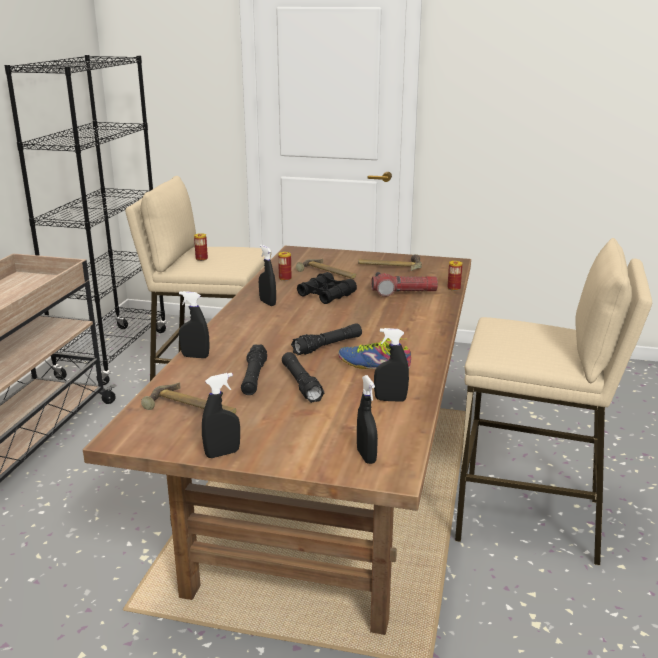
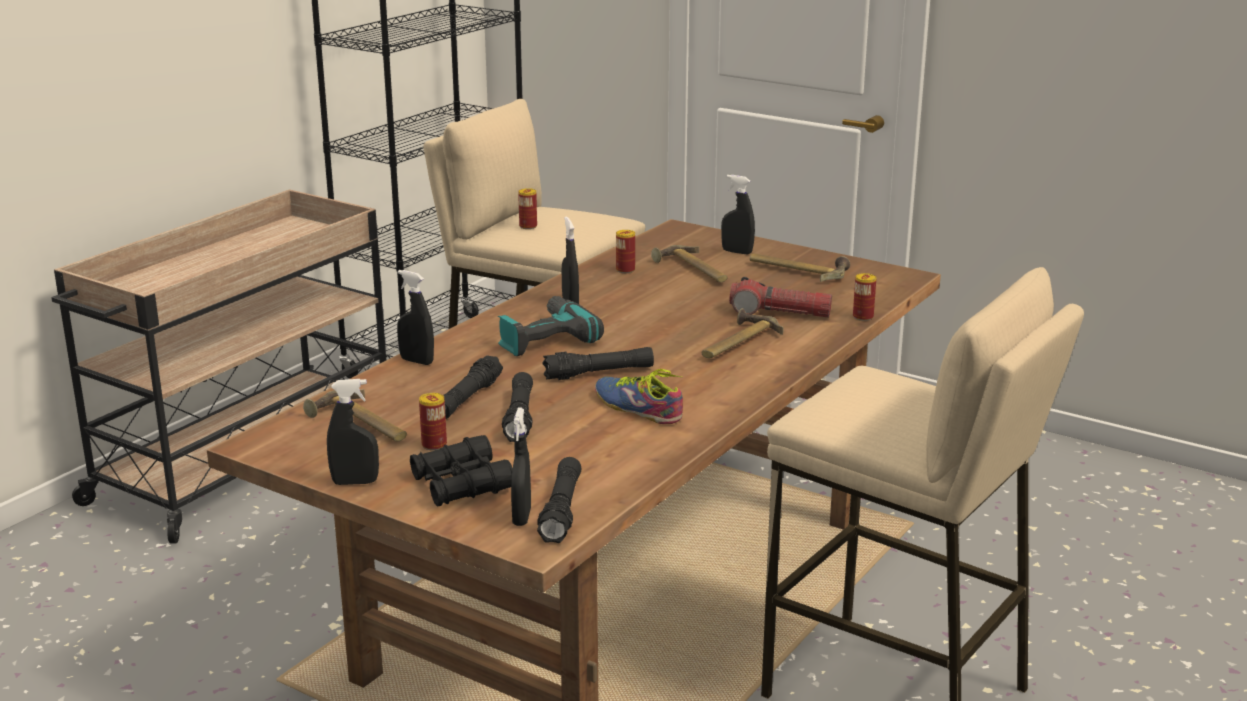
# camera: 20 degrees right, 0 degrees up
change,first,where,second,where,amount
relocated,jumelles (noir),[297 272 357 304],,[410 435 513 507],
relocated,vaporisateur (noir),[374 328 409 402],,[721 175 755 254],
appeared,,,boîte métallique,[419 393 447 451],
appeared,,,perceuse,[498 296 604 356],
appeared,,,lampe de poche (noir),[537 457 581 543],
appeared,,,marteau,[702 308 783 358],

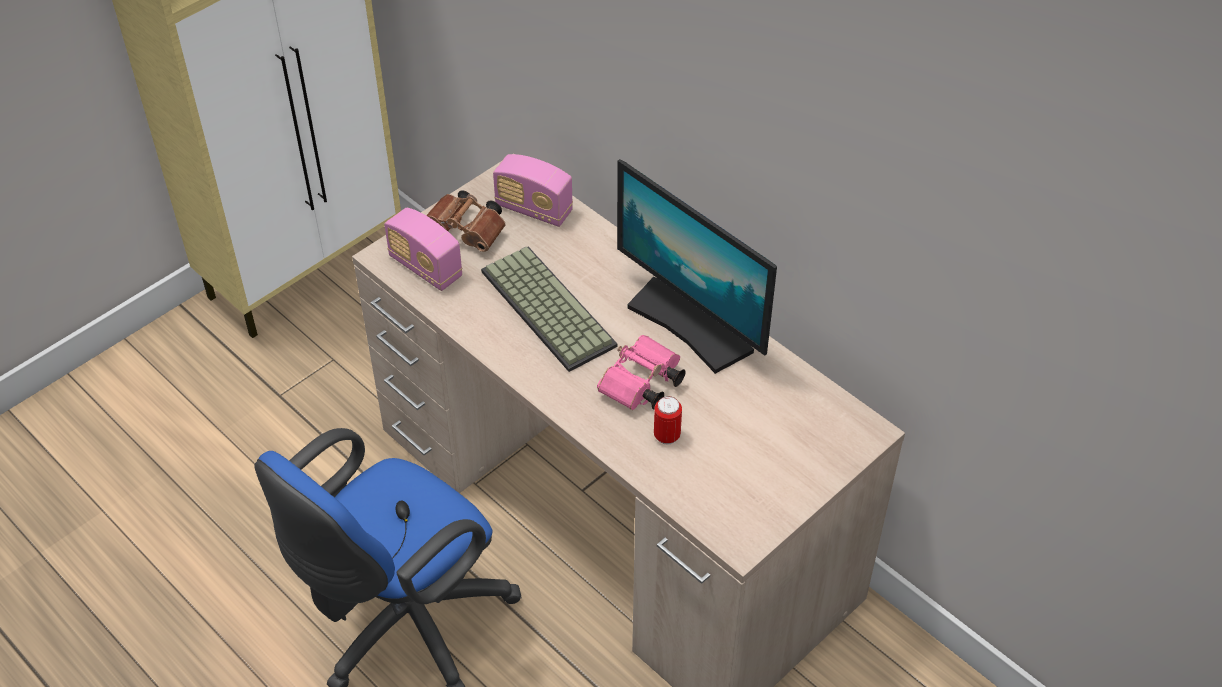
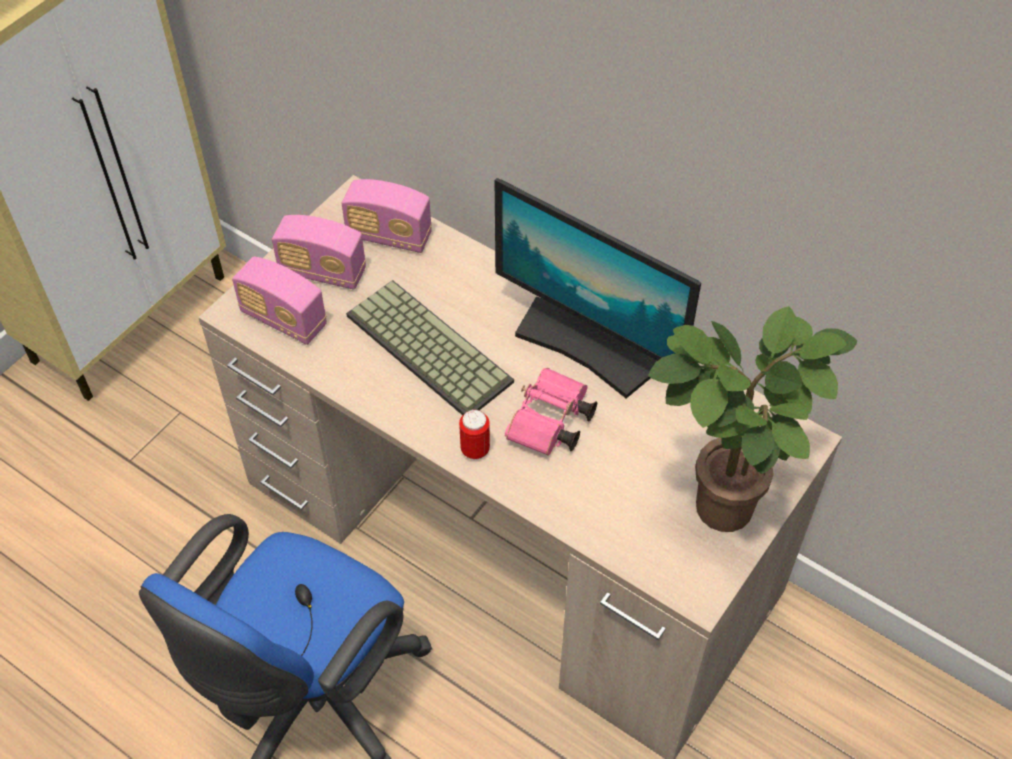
# camera: 10 degrees left, 5 degrees up
change,first,where,second,where,amount
exchanged,jumelles (marron),[426 190 506 252],radio,[272 215 366 290],
relocated,boîte métallique,[654 396 682 445],,[459 409 490 460],
appeared,,,plante en pot,[648 306 857 532],

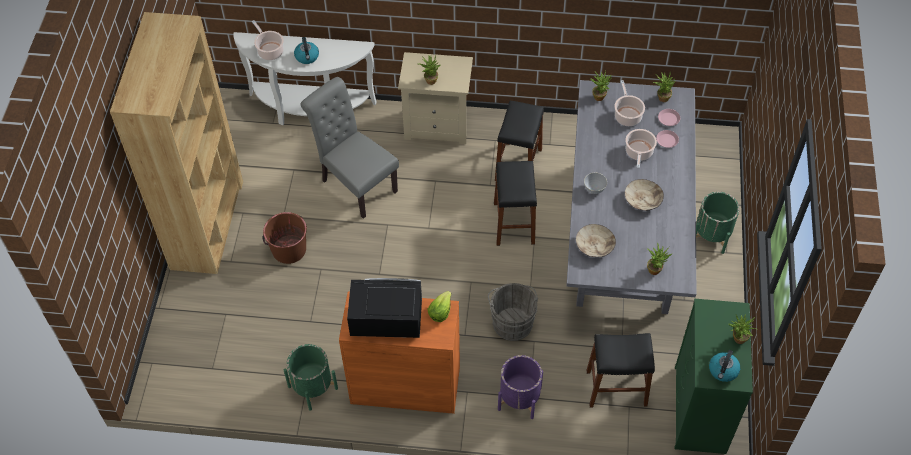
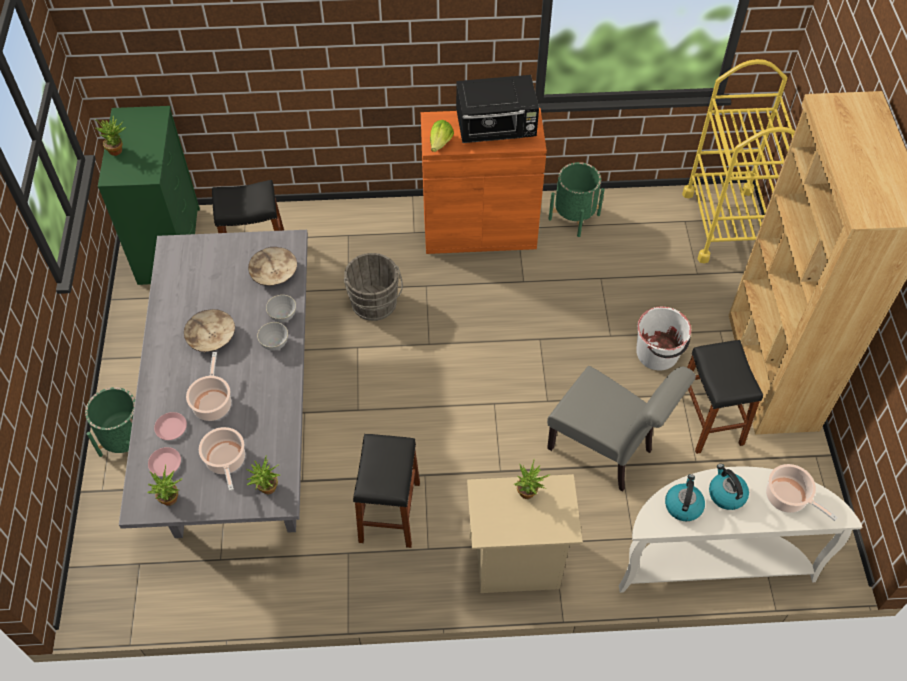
# camera: 170 degrees right, 0 degrees up
change,first,where,second,where,amount
colour,seau (marron),[263 212 307 264],seau (blanc),[636 307 691 370],
relocated,tabouret (noir),[494 161 537 246],,[687 340 763 454],
missing,cache-pot (violet),[498 355 543 419],,,
missing,plante en pot,[647 243 672 275],,,
relocated,bouilloire,[709 350 740 382],,[665 474 705 521],
appeared,,,bol (gris),[266 295 296 322],
appeared,,,chariot (jaune),[682 59 795 263],

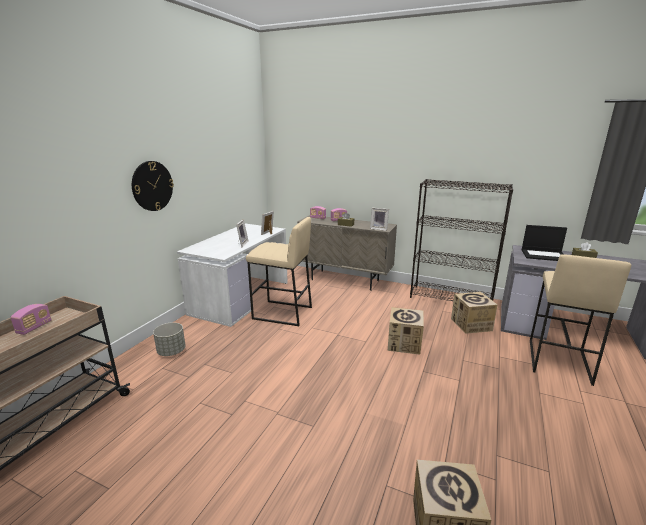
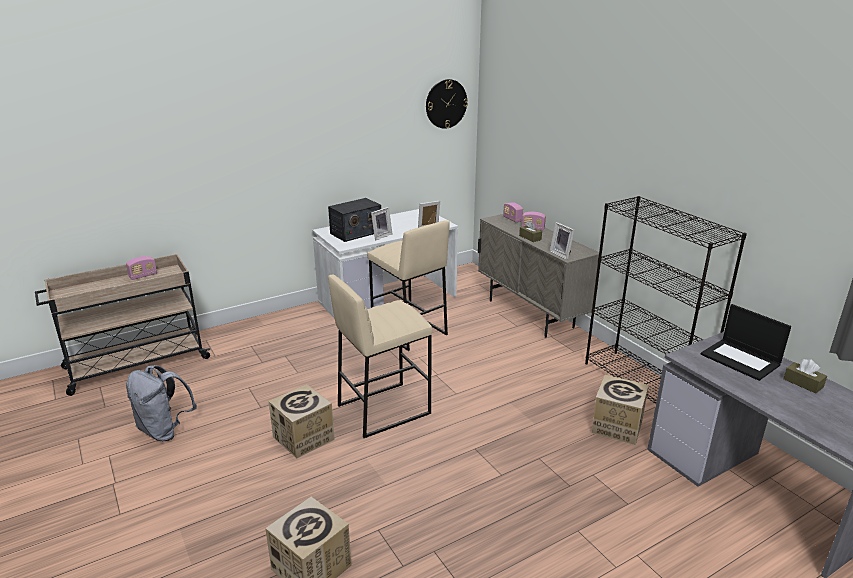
# camera: 35 degrees right, 5 degrees up
change,first,where,second,where,amount
relocated,horloge murale,[132 161 174 211],,[426 79 468 129],
missing,cache-pot (gris),[153 322 186 356],,,
relocated,carton,[388 307 424 355],,[268 384 335 458],
relocated,tabouret (beige),[530 254 631 386],,[328 275 433 438],
appeared,,,sac à dos (gris),[126 365 197 441],
appeared,,,radio,[328 198 381 242],

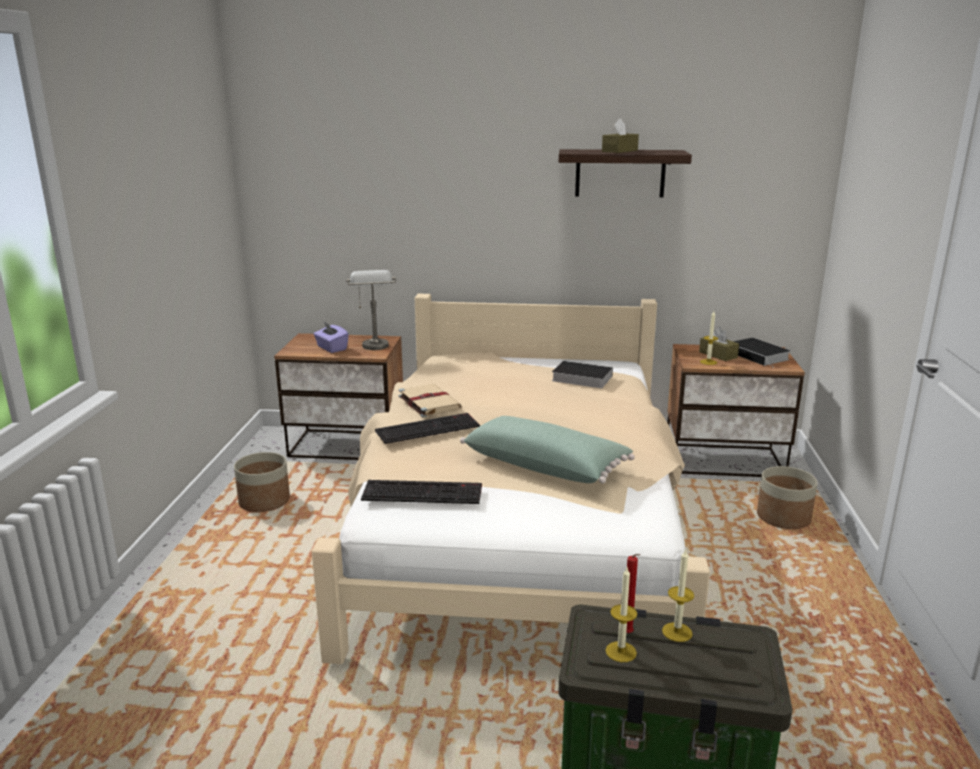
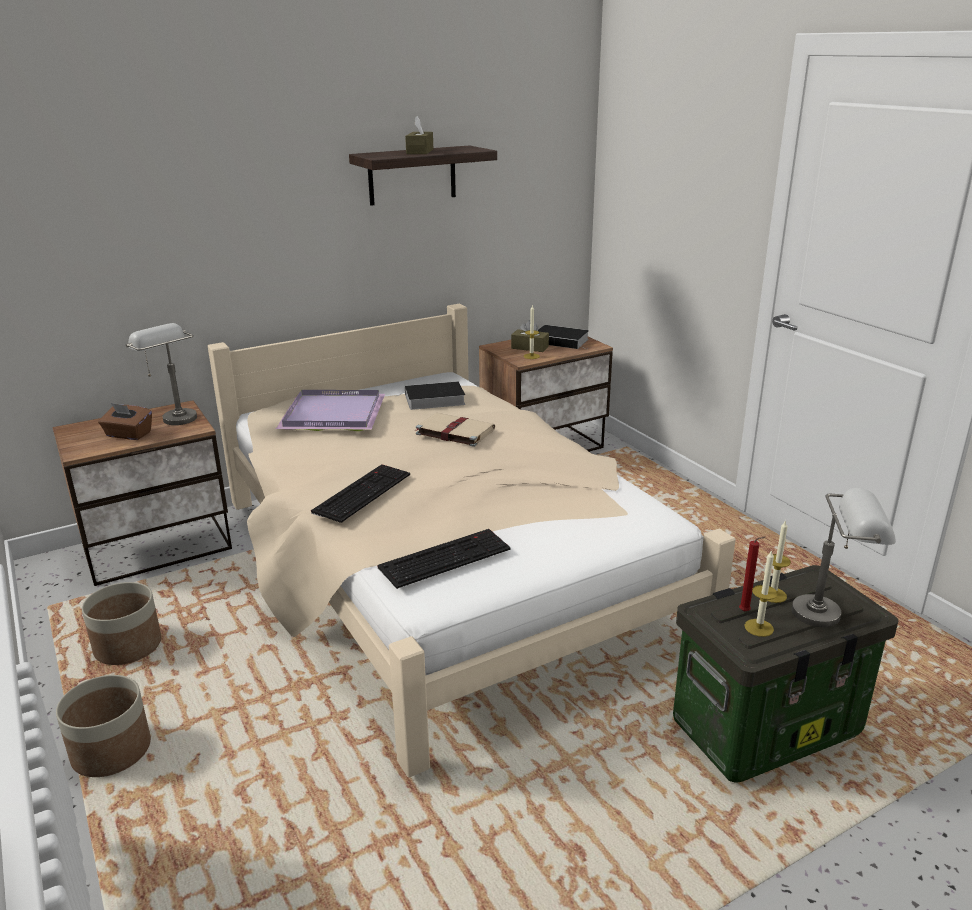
# camera: 35 degrees left, 5 degrees up
change,first,where,second,where,amount
colour,boîte à mouchoirs (violet),[314 322 349 353],boîte à mouchoirs (marron),[98 403 152 440],
relocated,livre (beige),[399 384 462 417],,[416 413 495 447],
missing,coussin (vert),[460 416 635 483],,,
relocated,cache-pot,[757 466 818 529],,[56 675 151 777],
appeared,,,plateau (violet),[276 390 385 431],
appeared,,,lampe de table (gris),[792 488 896 627],

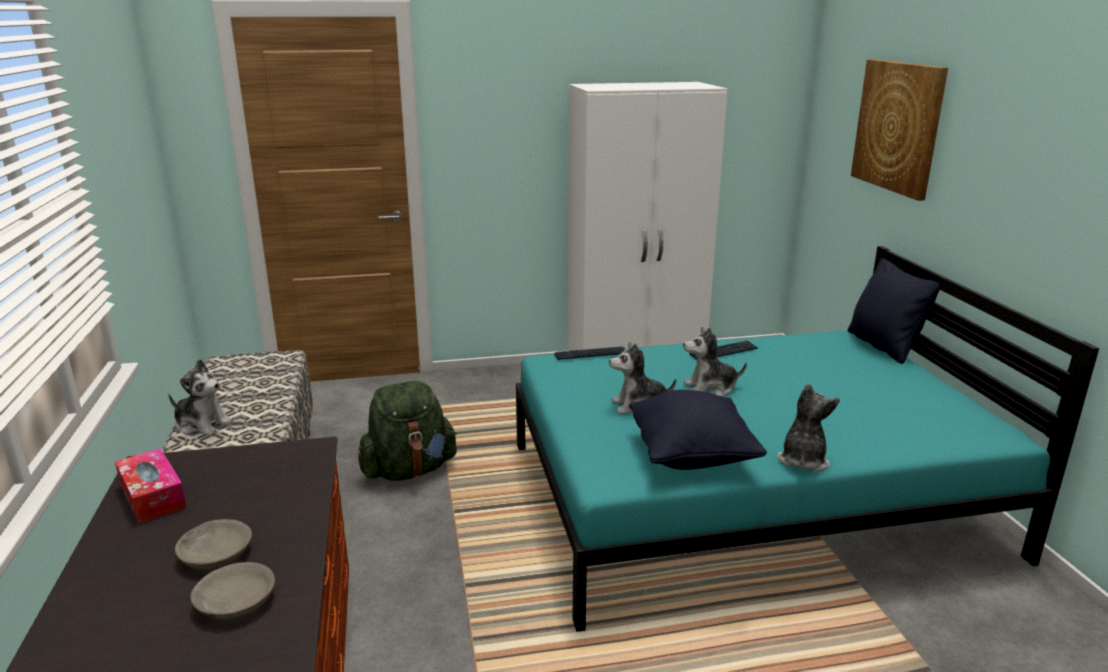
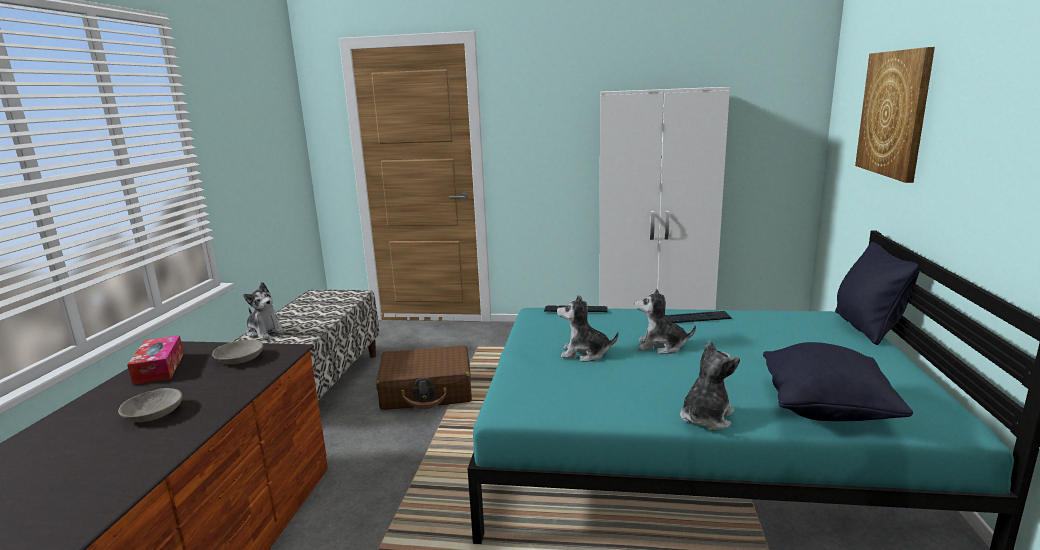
# camera: 20 degrees right, 5 degrees down
change,first,where,second,where,amount
relocated,bol (gris),[190 562 275 619],,[212 340 263 364],
exchanged,sac à dos (vert),[358 381 457 481],valise (marron),[376 345 472 410],
relocated,coussin (noir),[629 390 767 470],,[763 342 913 421],

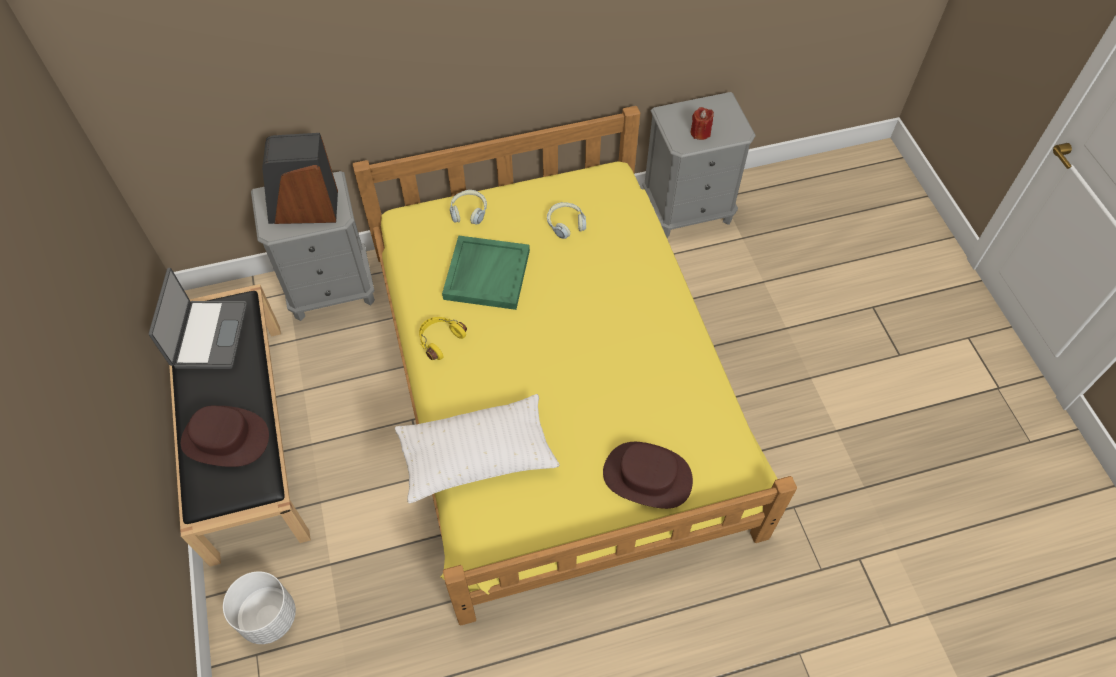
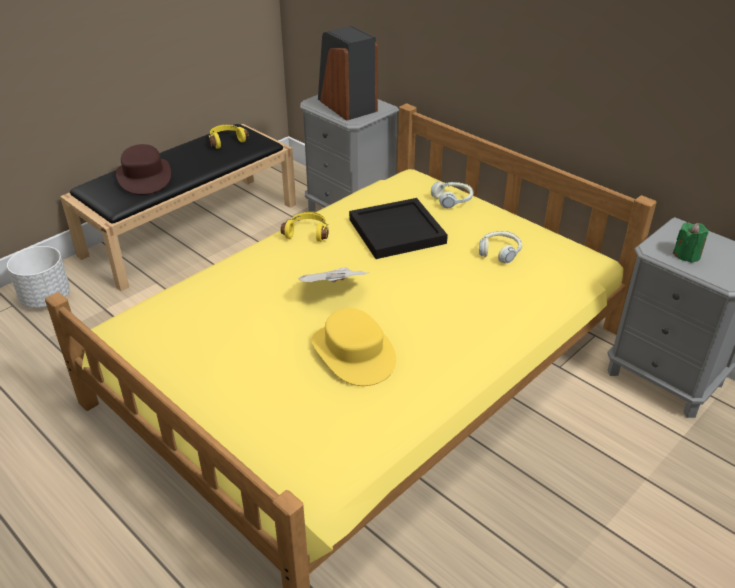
# camera: 60 degrees right, 20 degrees down
change,first,where,second,where,amount
exchanged,ordinateur portable,[149 268 247 369],casque audio (jaune),[209 125 249 149],
missing,coussin (blanc),[395 394 560 504],,,
colour,plateau (vert),[442 235 530 310],plateau (noir),[349 198 448 259],
missing,chapeau (marron),[603 442 693 509],,,
colour,bougie (rouge),[691 107 714 140],bougie (vert),[673 223 709 263],
appeared,,,journal,[298 267 369 282],
appeared,,,chapeau (jaune),[312 308 396 386],

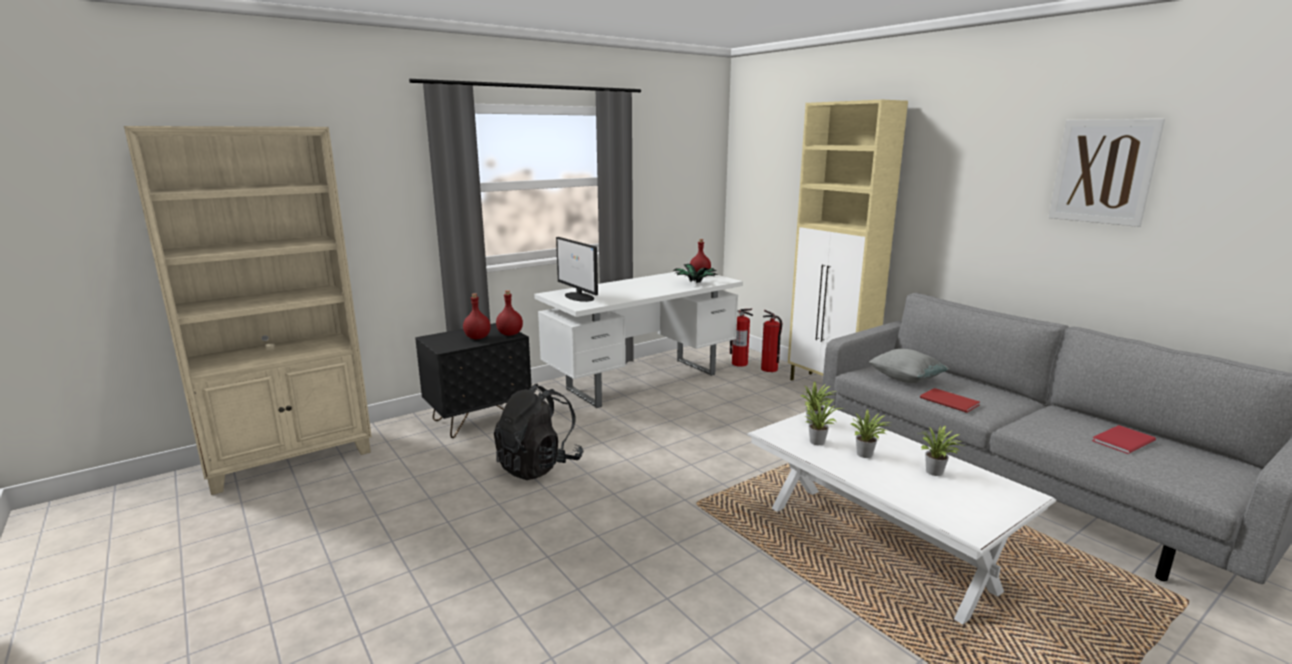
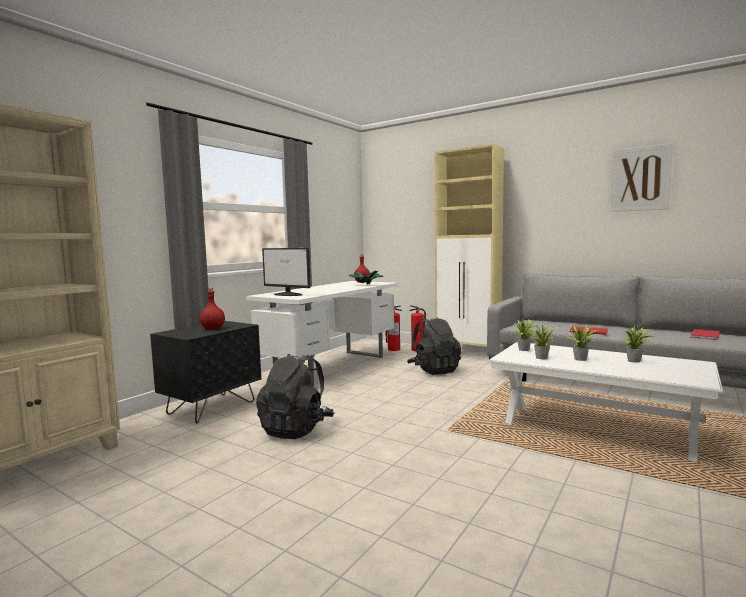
# camera: 20 degrees left, 10 degrees down
change,first,where,second,where,amount
missing,bouteille (rouge),[496 290 523 336],,,
missing,coussin (gris),[868 349 949 383],,,
appeared,,,sac à dos (noir),[407 317 461 375],

